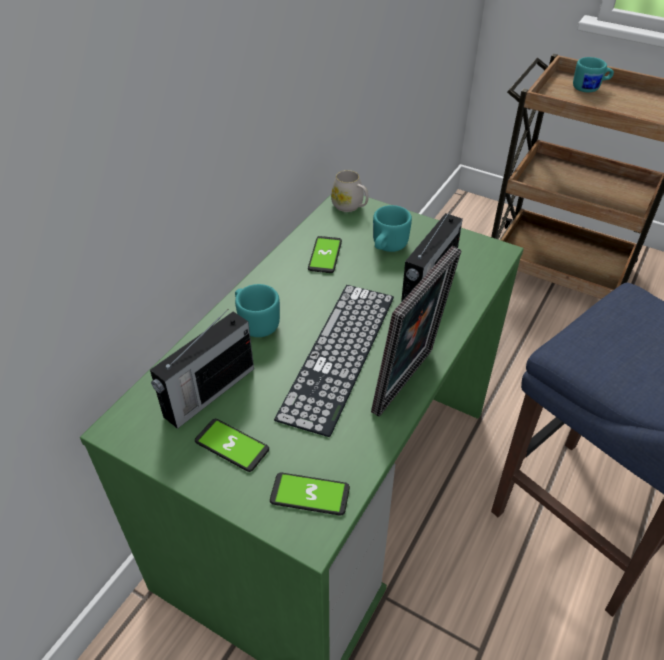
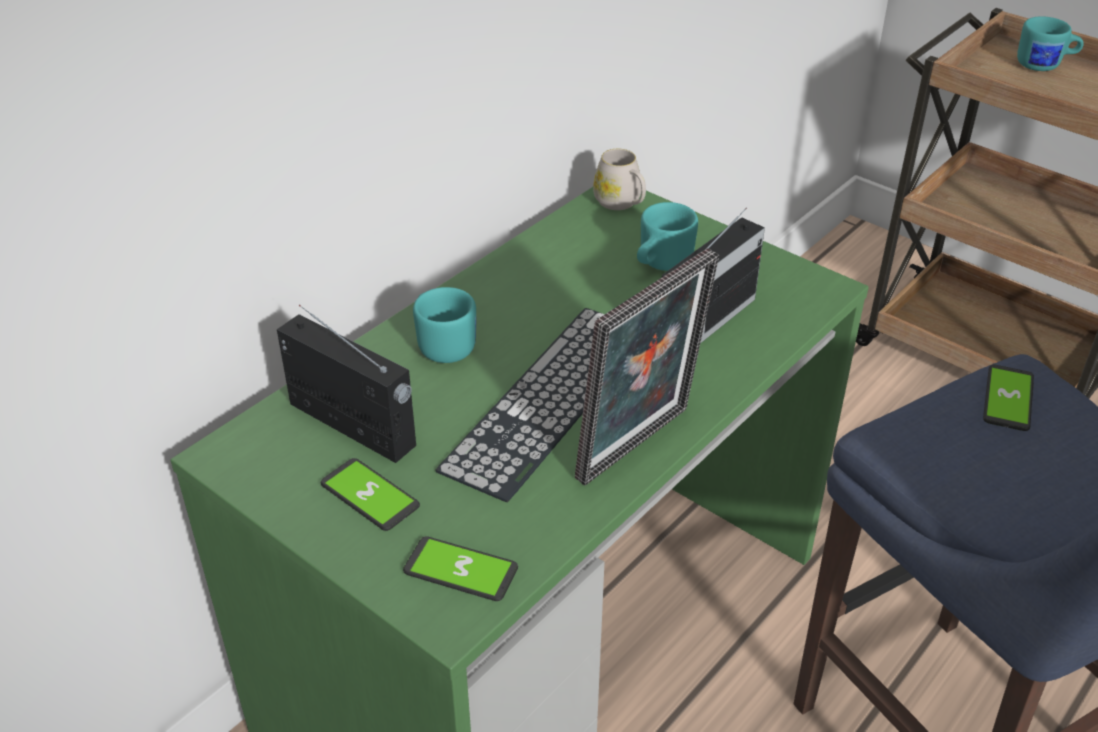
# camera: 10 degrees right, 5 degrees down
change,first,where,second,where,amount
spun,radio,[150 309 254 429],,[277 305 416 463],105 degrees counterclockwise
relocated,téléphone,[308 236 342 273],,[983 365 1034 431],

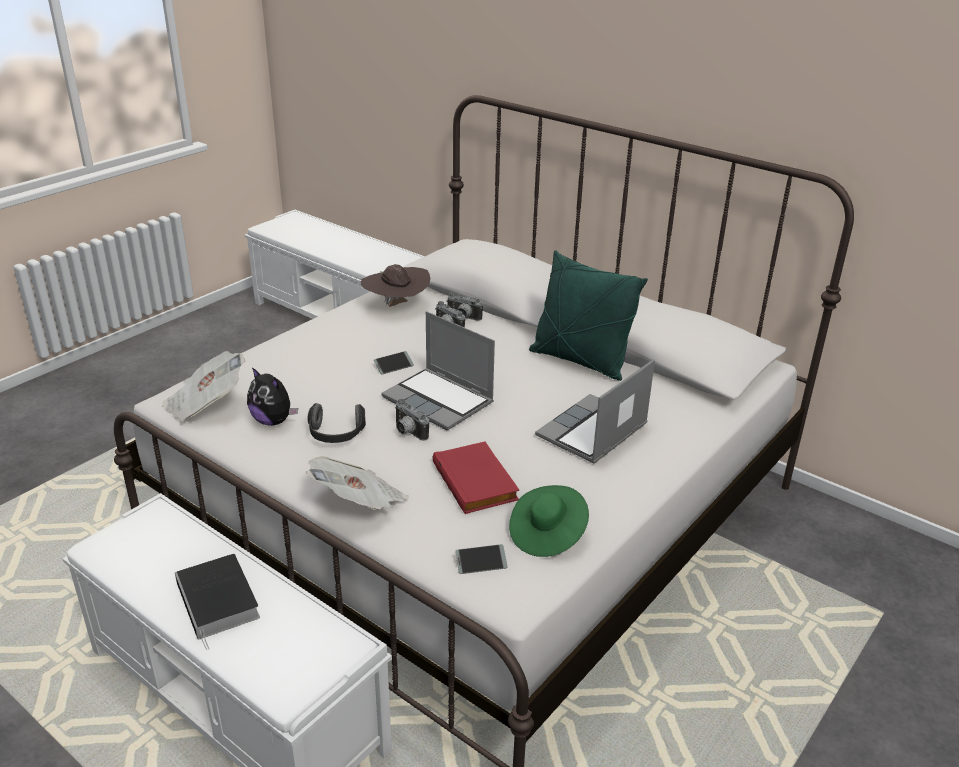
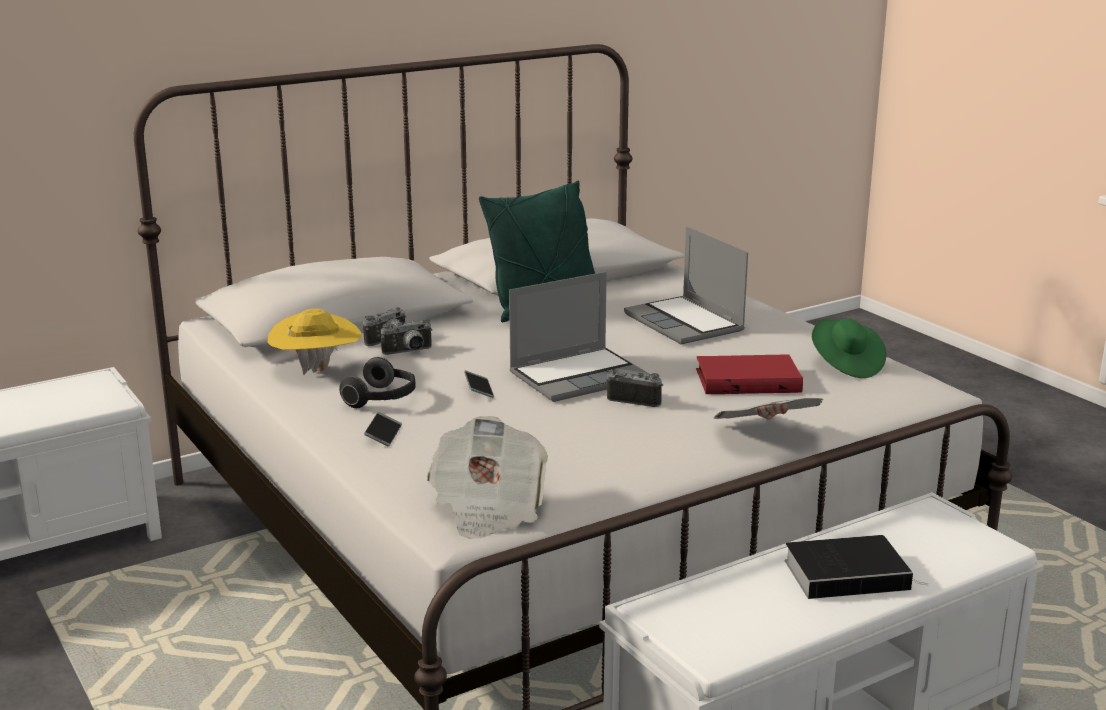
# camera: 70 degrees left, 10 degrees down
change,first,where,second,where,amount
missing,peluche,[247 367 298 426],,,
relocated,casque audio,[308 403 366 443],,[339 357 416 408],
colour,chapeau (marron),[361 264 430 307],chapeau (jaune),[268 309 361 375],
spun,appareil photo,[395 399 429 441],,[606 369 663 407],135 degrees counterclockwise
relocated,téléphone,[455 544 508 574],,[364 412 402 446],

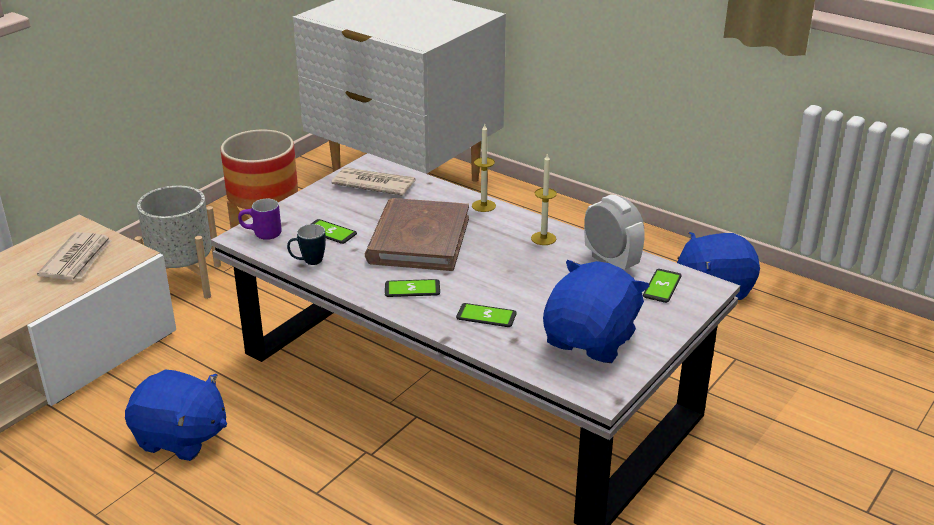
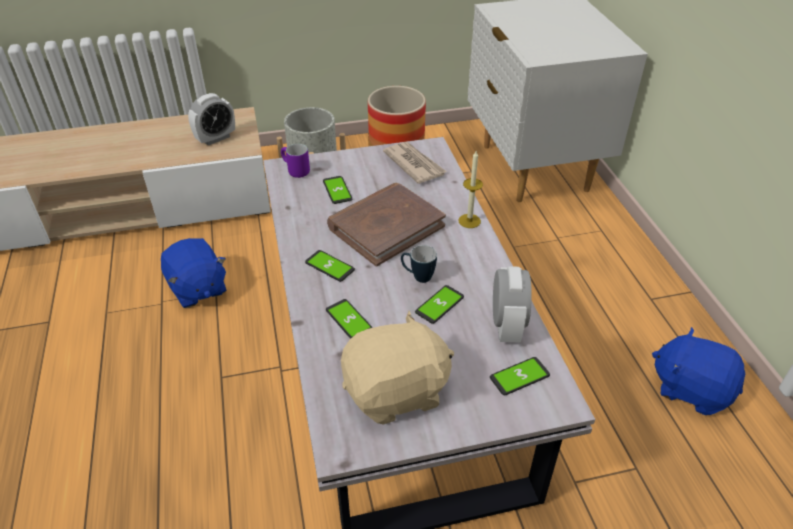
# camera: 40 degrees right, 10 degrees up
change,first,where,second,where,amount
exchanged,journal,[37 232 112 280],réveil,[188 93 235 146],
relocated,mug,[287 224 326 265],,[401 245 437 283],
missing,bougie,[531 153 557 245],,,
colour,peluche (bleu),[543 260 649 363],peluche (beige),[341 311 454 425],
appeared,,,téléphone,[415 285 464 324],

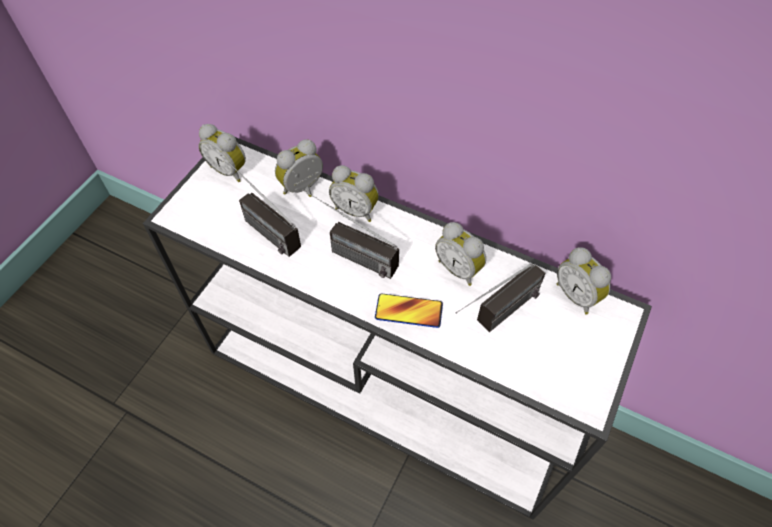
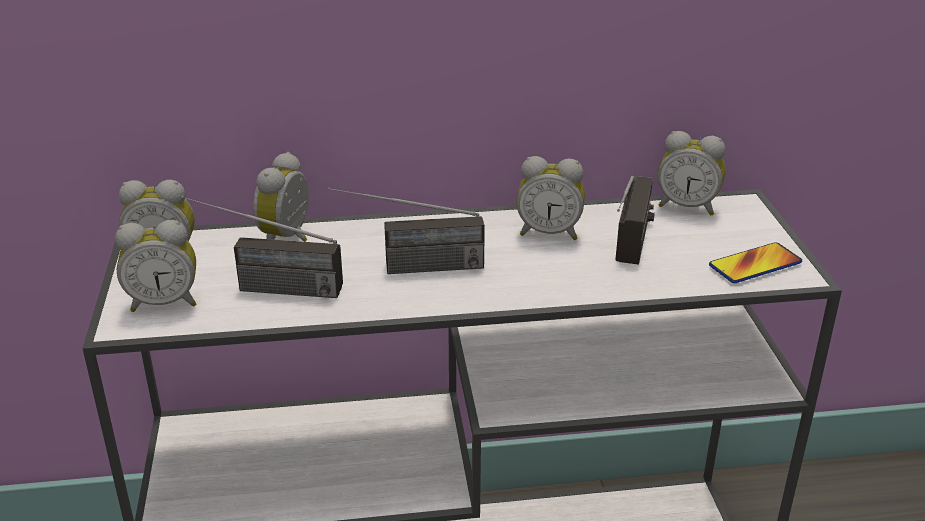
# camera: 35 degrees left, 25 degrees down
change,first,where,second,where,amount
relocated,réveil,[329 165 379 222],,[115 220 196 312],
relocated,téléphone,[375 293 443 328],,[709 242 802 283],

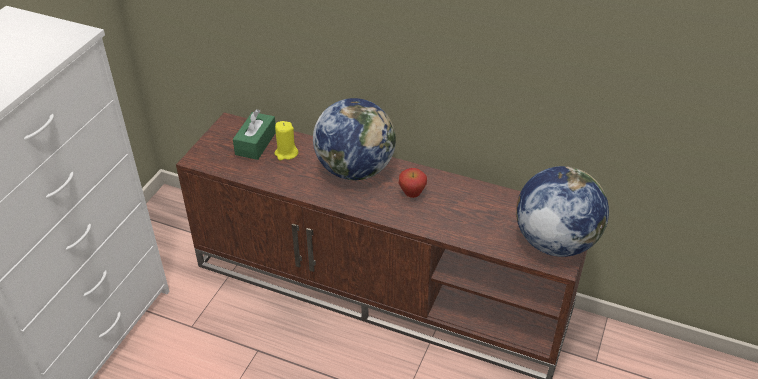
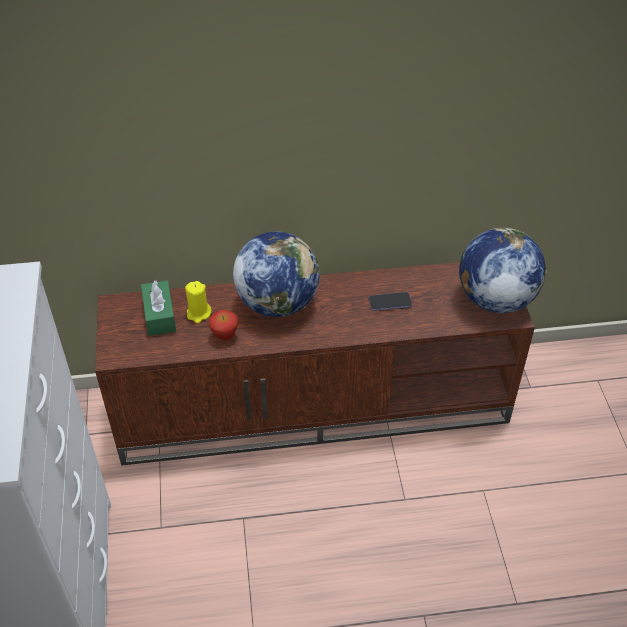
# camera: 30 degrees left, 5 degrees up
change,first,where,second,where,amount
relocated,pomme,[399 168 427 198],,[209 310 239 340],
appeared,,,téléphone,[369 292 412 311],

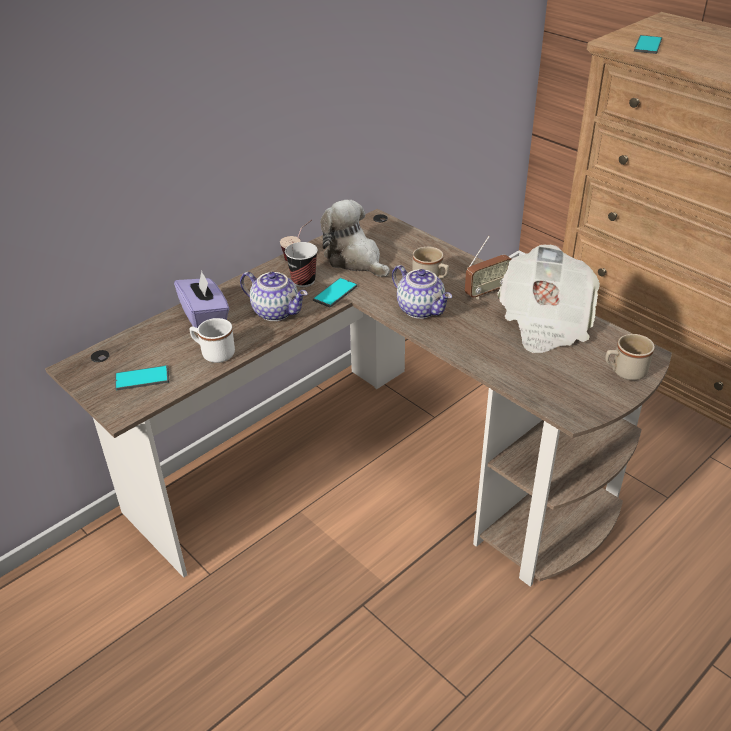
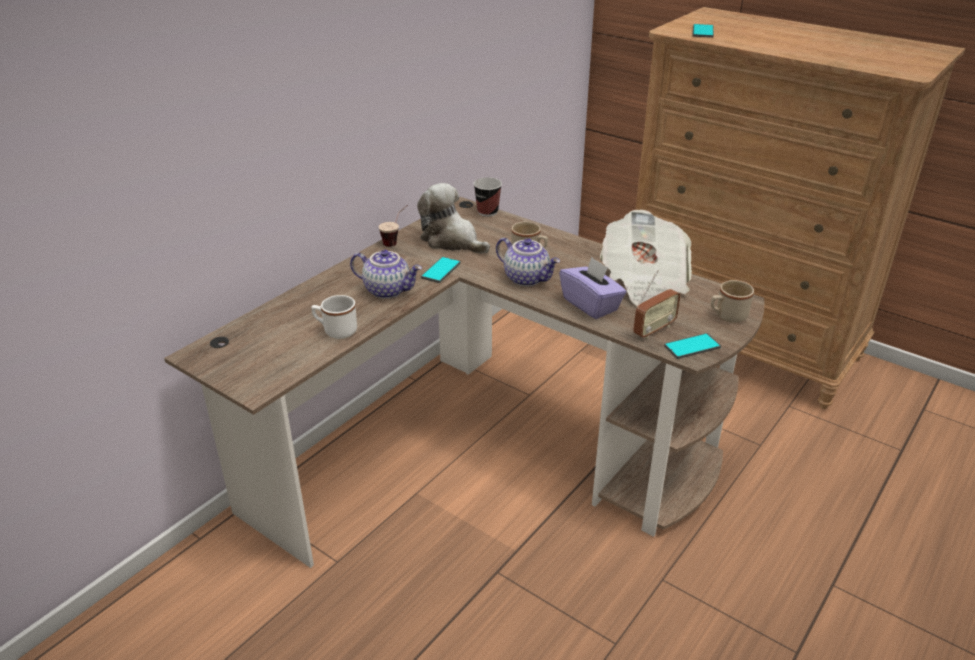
# camera: 10 degrees left, 5 degrees down
change,first,where,second,where,amount
relocated,téléphone,[115 365 169 390],,[664 333 721 359],
relocated,boîte à mouchoirs (violet),[174 271 229 328],,[559 256 626 319],
relocated,tasse,[285 242 318 287],,[473 177 502 217],
relocated,radio,[465 236 512 299],,[633 270 681 339],

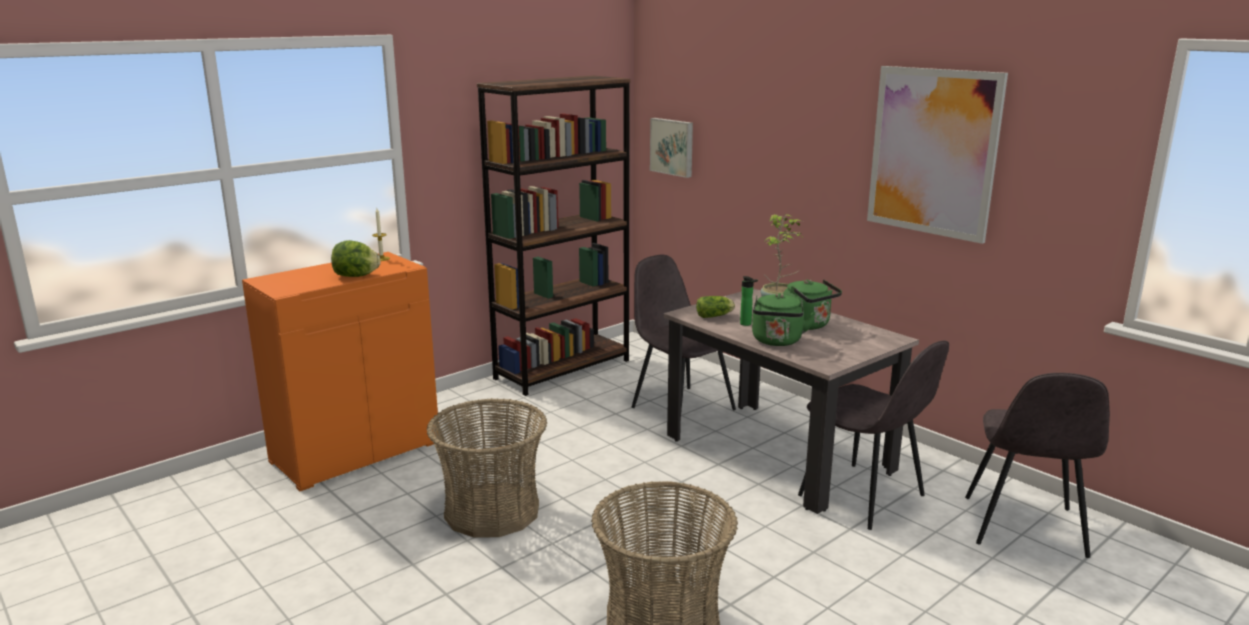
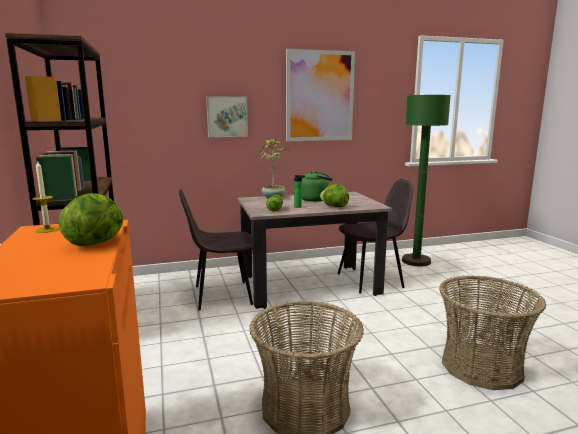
# camera: 65 degrees left, 5 degrees down
change,first,where,second,where,amount
relocated,tableau,[650 118 693 178],,[206 96 248 137],
exchanged,bouilloire (vert),[752 293 816 346],laitue,[320 184 349 207],
exchanged,chaise (gris),[965 373 1110 558],lampadaire (vert),[402 95 451 266],

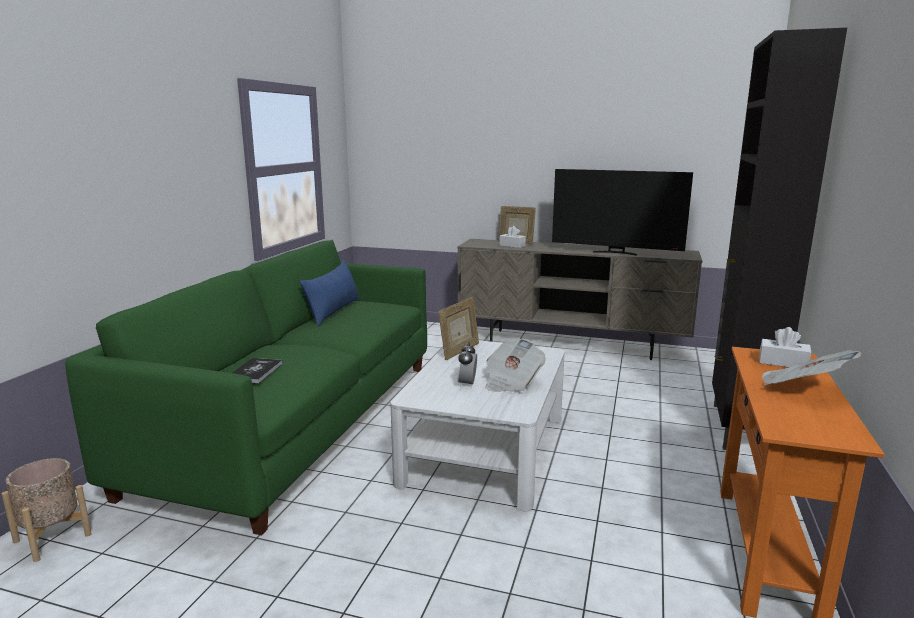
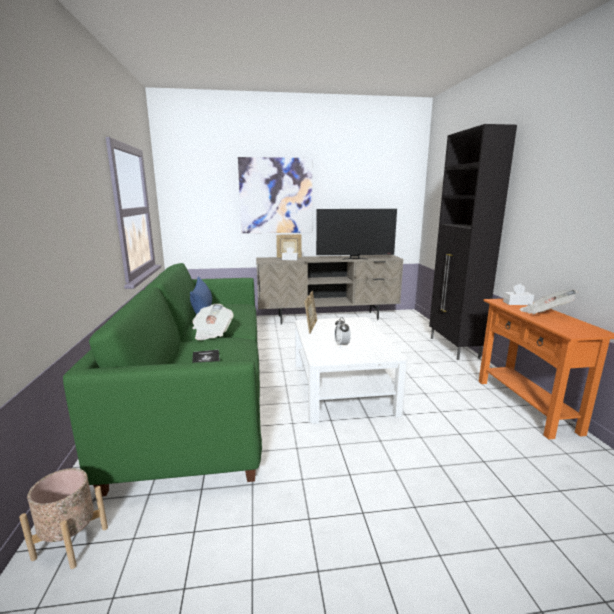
# camera: 25 degrees left, 0 degrees up
change,first,where,second,where,amount
relocated,journal,[484 339 546 392],,[192 304 234 340],
appeared,,,tableau,[238 157 312 233],

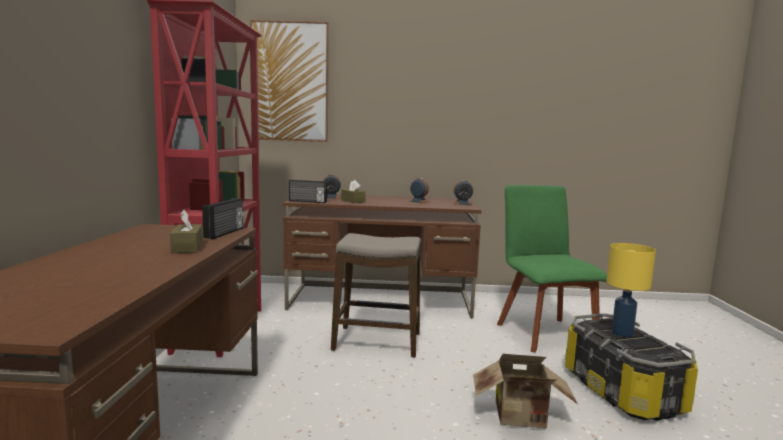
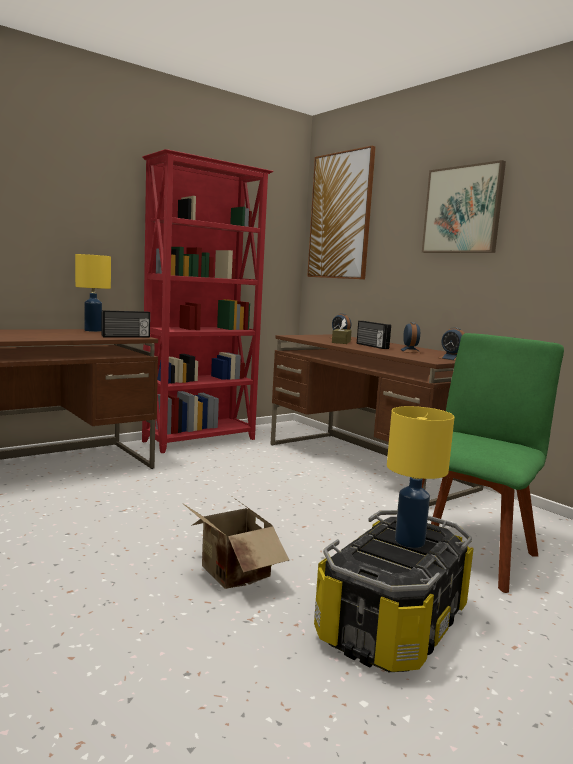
# camera: 50 degrees right, 0 degrees up
change,first,where,second,where,amount
missing,boîte à mouchoirs (marron),[170 210 203 253],,,
relocated,radio,[289 180 327 203],,[357 321 391 349],
missing,tabouret,[331 233 421 358],,,
appeared,,,lampe de table (jaune),[75 254 111 332],
appeared,,,tableau,[422 160 506 253],

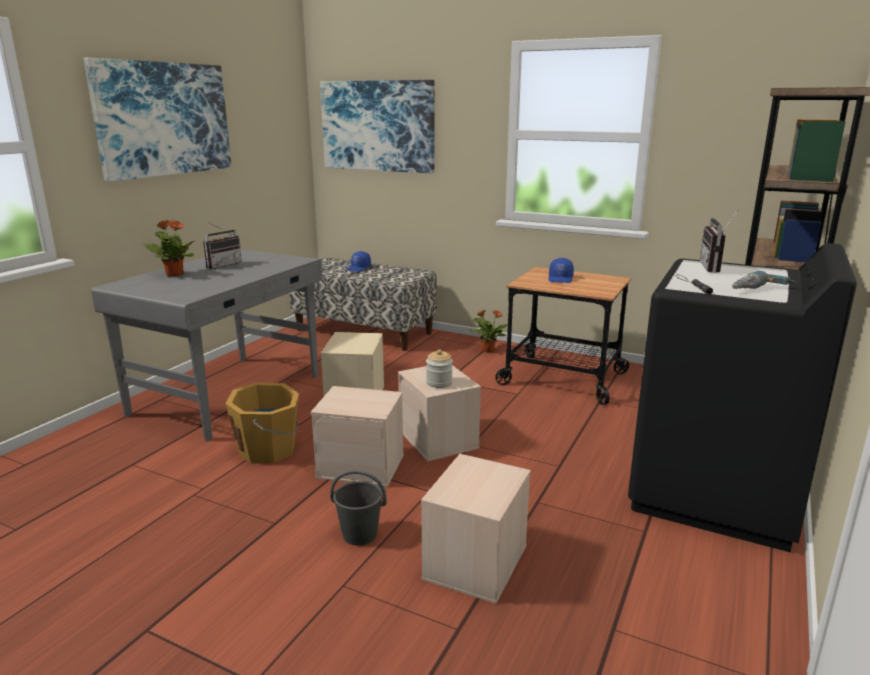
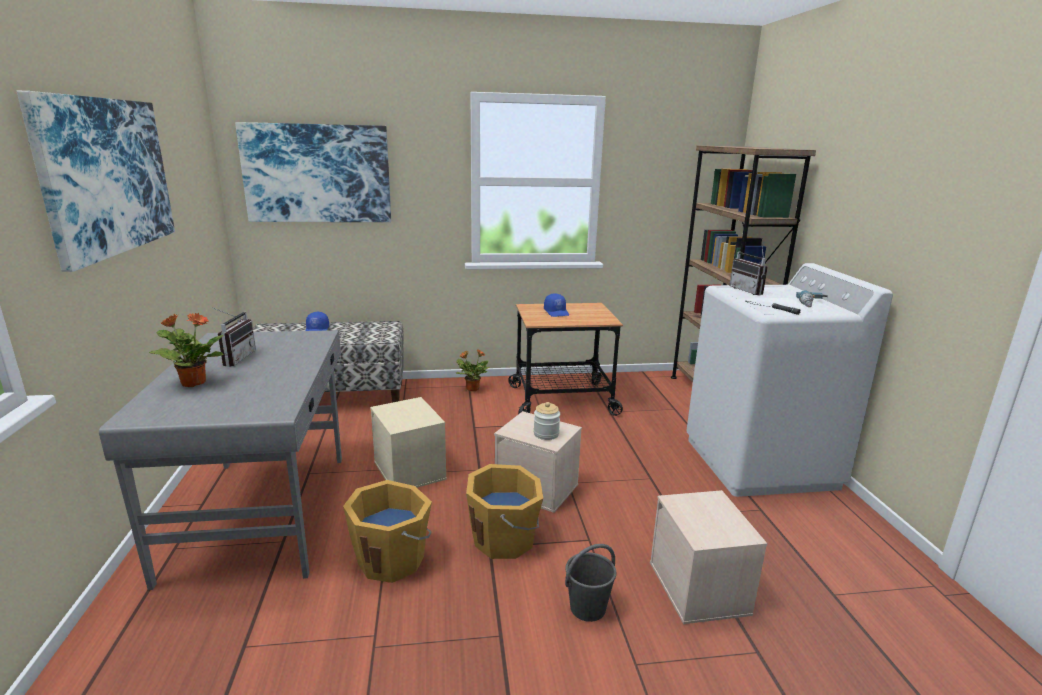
# camera: 35 degrees left, 0 degrees up
change,first,where,second,where,amount
exchanged,boîte de rangement (beige),[311 386 404 487],seau (orange),[466 464 543 559],
colour,lave-linge (noir),[628 243 857 552],lave-linge (blanc),[686 263 893 497],

